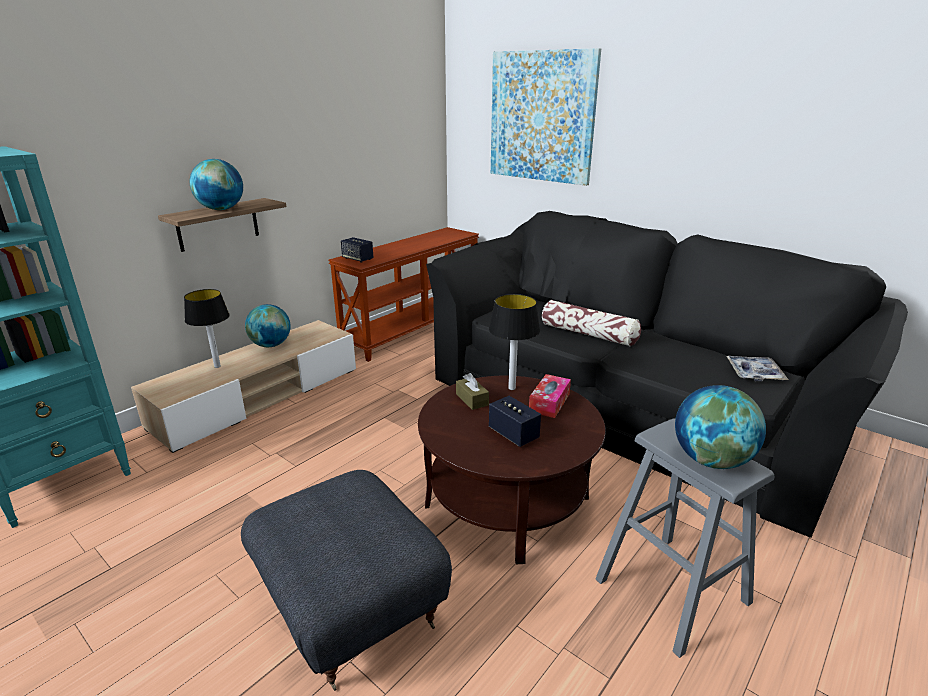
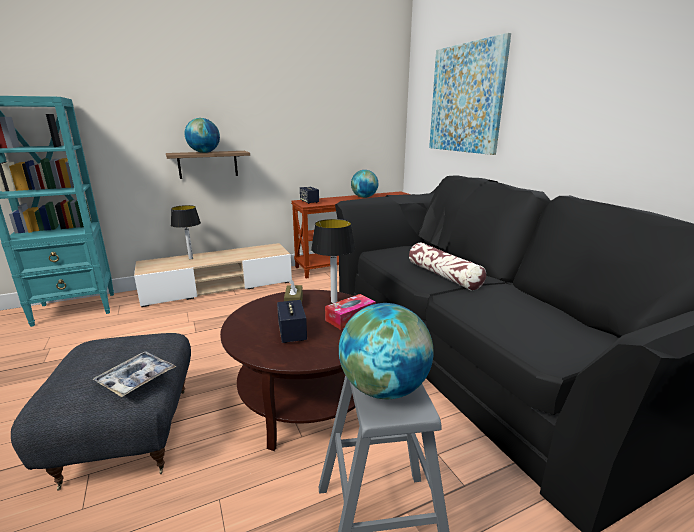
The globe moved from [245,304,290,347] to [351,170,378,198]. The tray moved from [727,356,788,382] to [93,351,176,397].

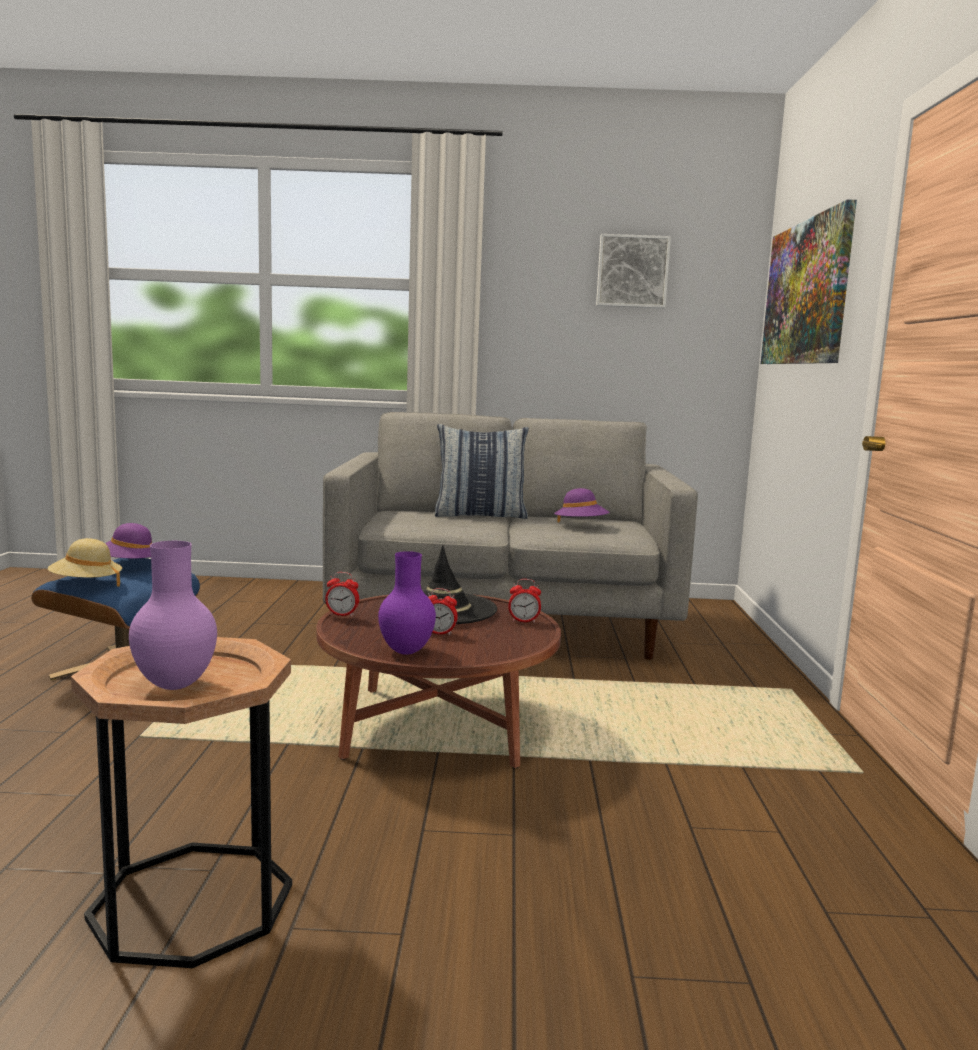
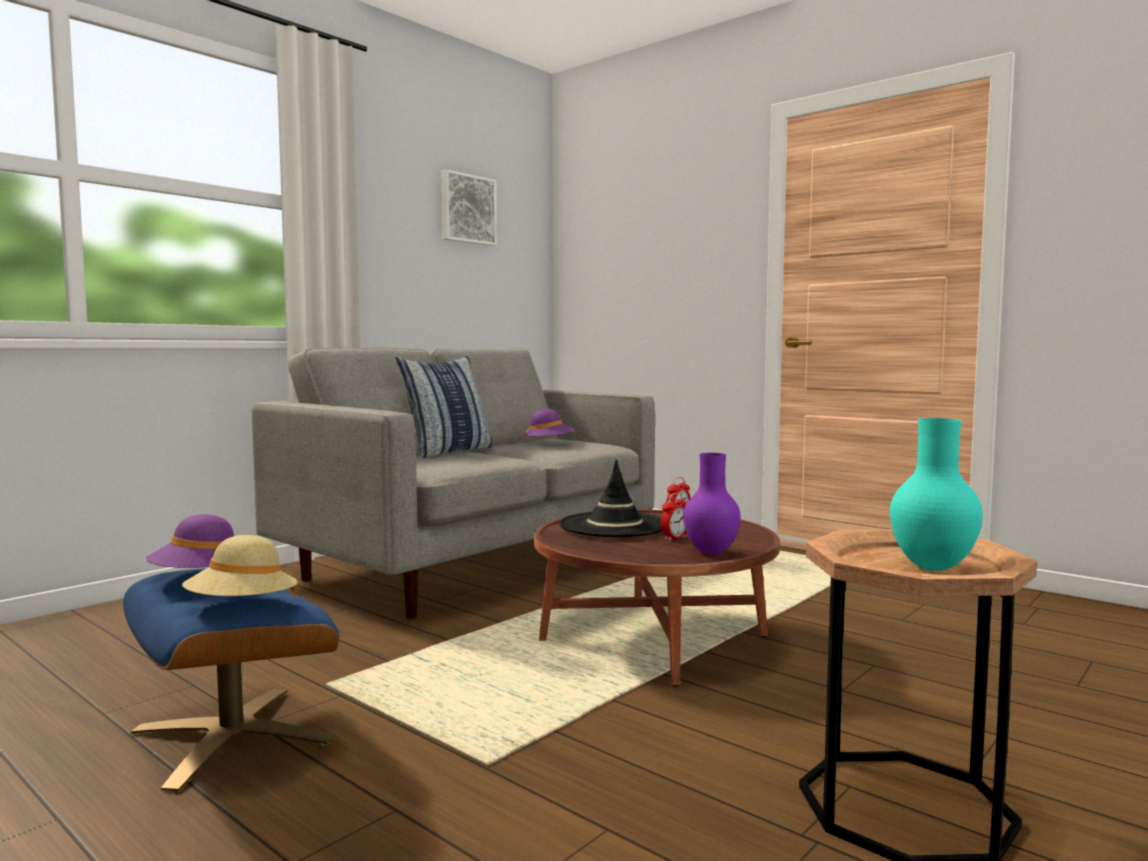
The vase in purple at [129,541,217,690] became the vase in turquoise at [890,418,983,571]. The alarm clock at [325,572,359,617] disappeared. The picture at [761,199,857,364] disappeared.

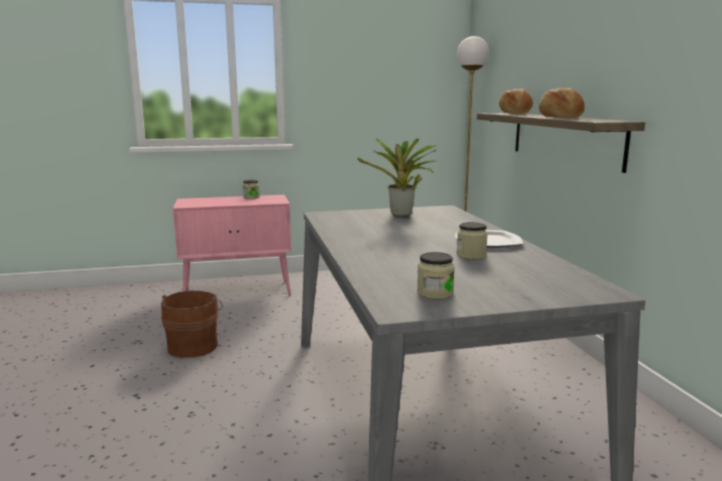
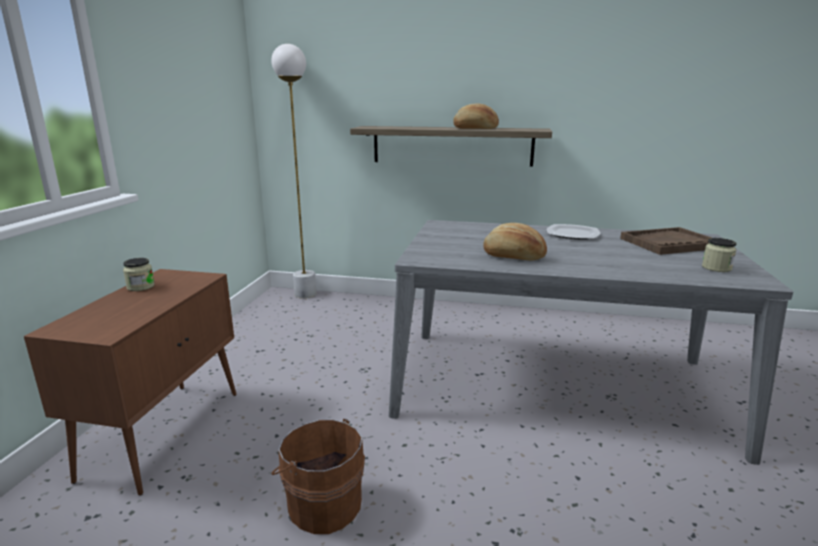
The cabinet in pink at [173,195,291,296] became the cabinet in brown at [24,269,237,496]. The potted plant at [358,138,436,217] disappeared. The jar at [457,222,488,259] disappeared. The bread moved from [499,89,533,114] to [483,223,547,261]. The tray in brown at [620,227,712,255] appeared.

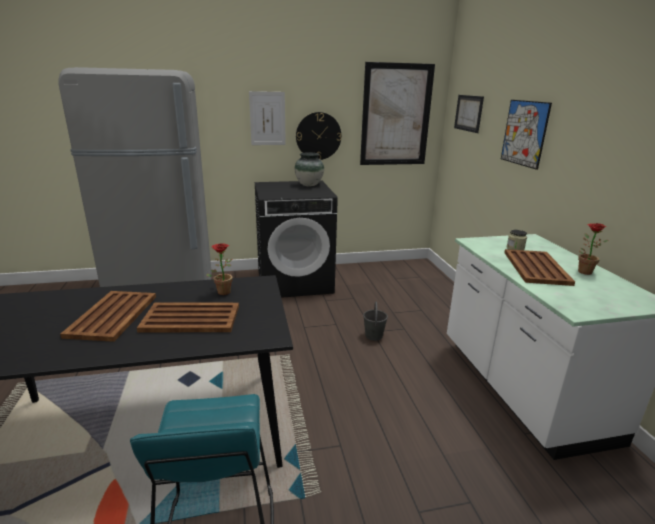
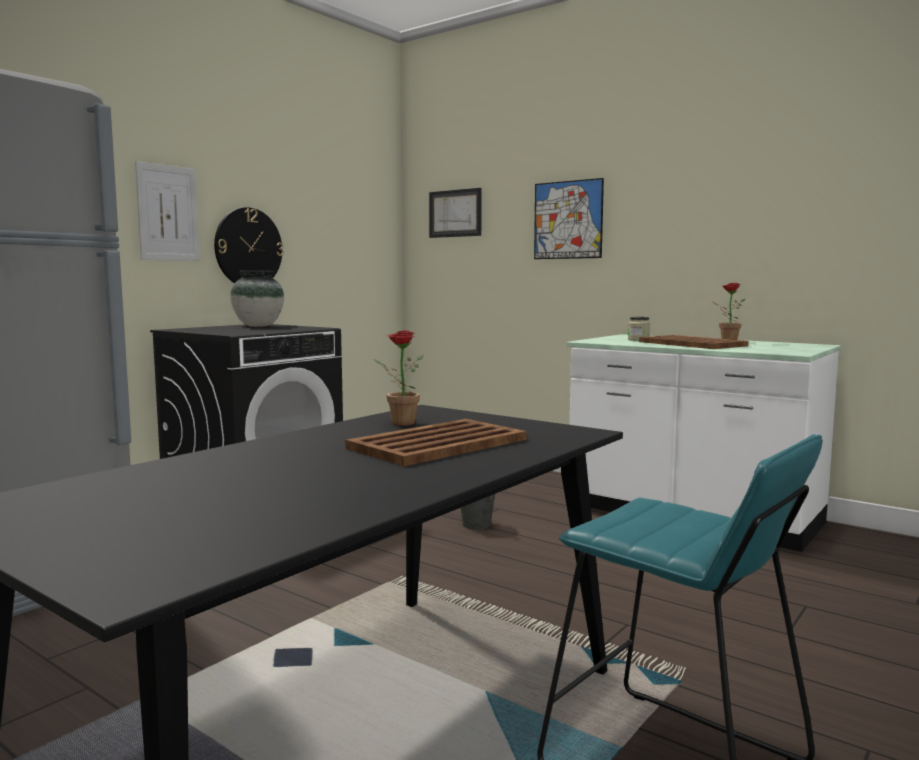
The tray in brown at [60,291,156,342] disappeared. The picture at [360,62,435,165] disappeared.

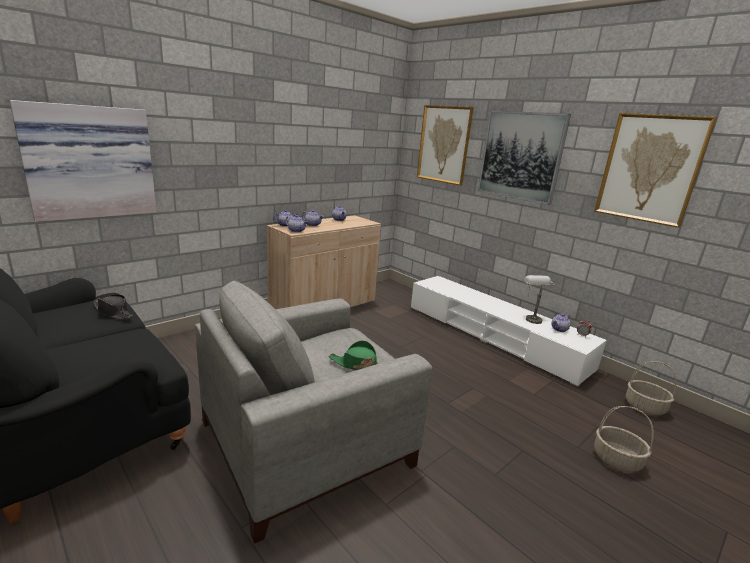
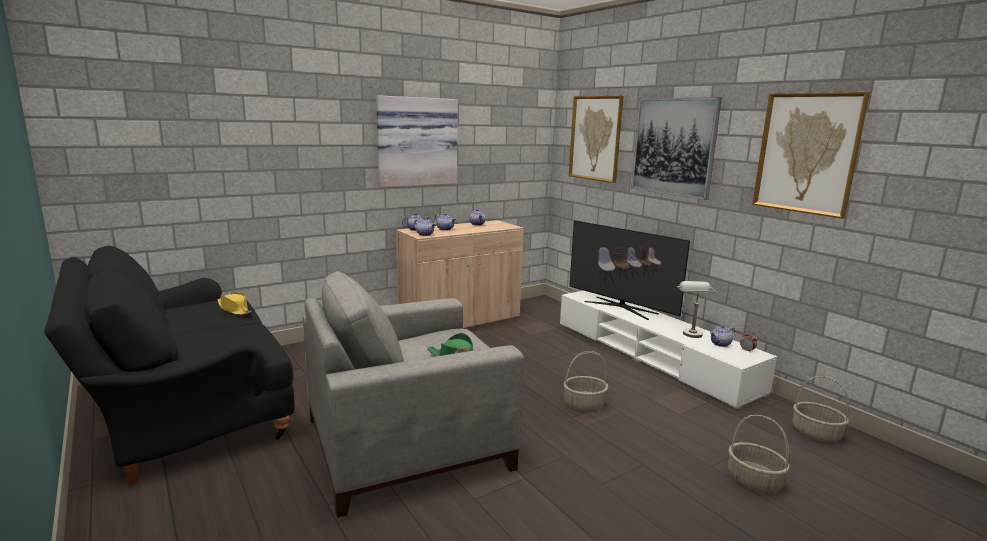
The picture moved from [10,100,157,222] to [376,95,458,187]. The hat in black at [93,294,133,319] became the hat in yellow at [217,292,251,315]. The basket at [564,351,608,411] appeared. The television at [569,220,690,320] appeared.

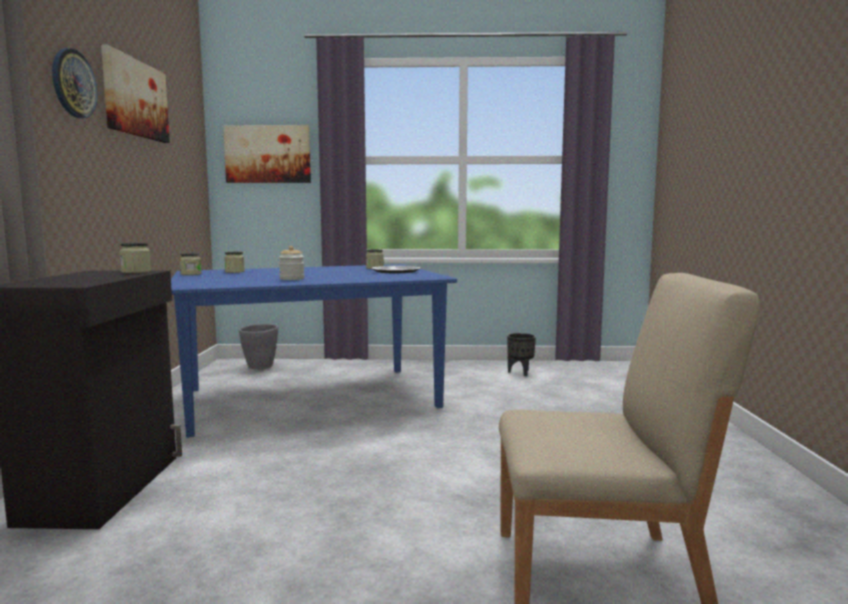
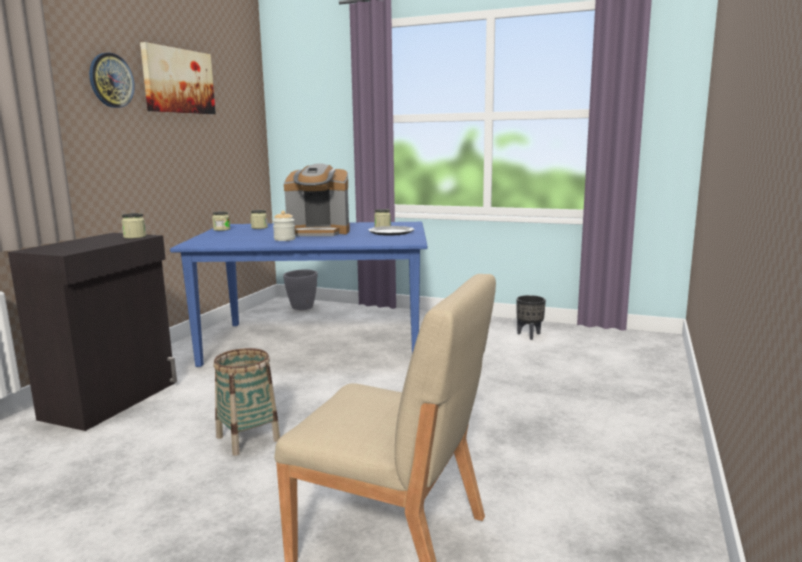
The picture at [223,125,311,183] disappeared. The basket at [213,348,280,456] appeared. The coffee machine at [284,164,350,236] appeared.

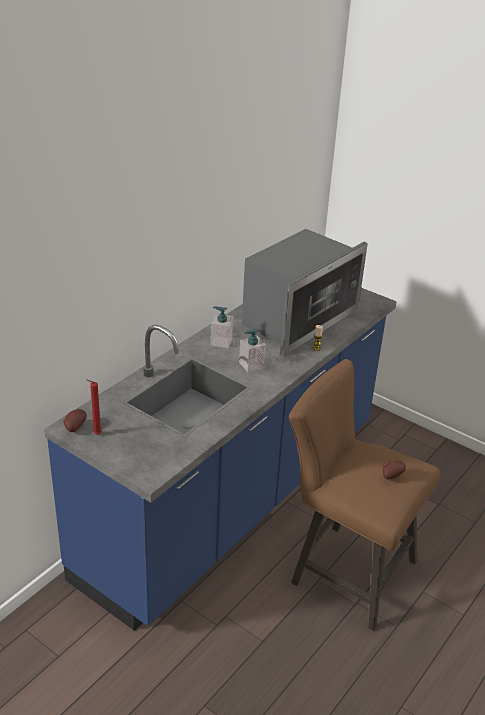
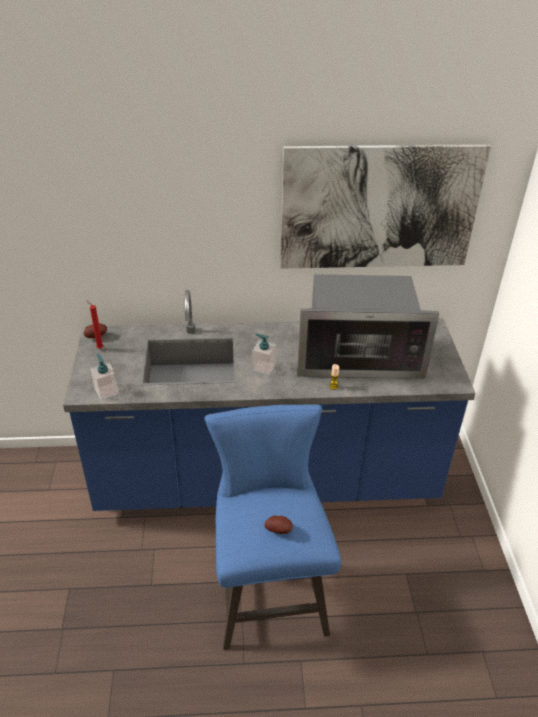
The soap dispenser moved from [211,306,233,348] to [90,354,119,400]. The stool in brown at [289,359,440,631] became the stool in blue at [204,404,341,650]. The picture at [280,144,491,269] appeared.

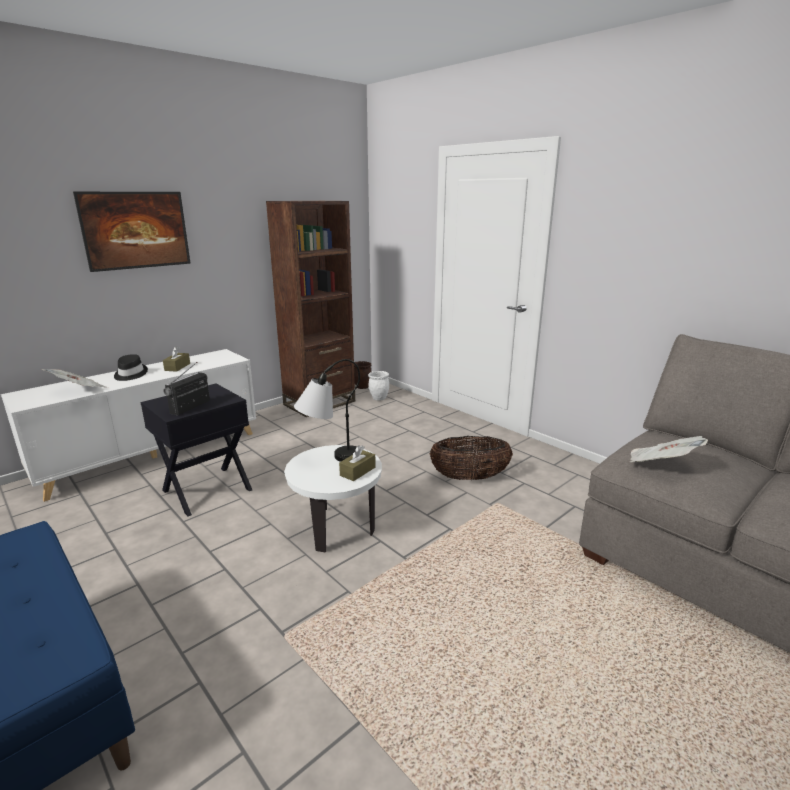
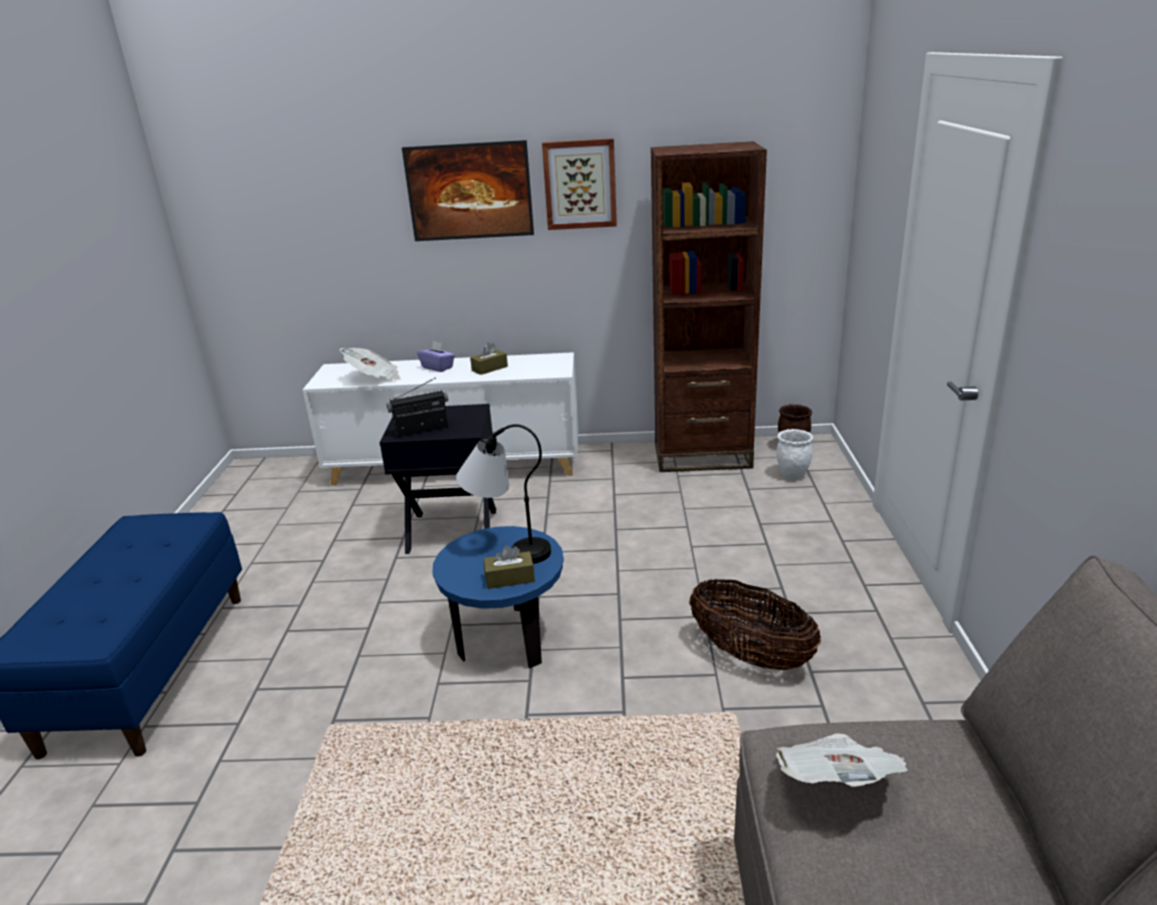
The hat in black at [114,354,148,381] was replaced by the tissue box in purple at [417,341,455,372]. The side table in white at [284,445,382,553] became the side table in blue at [432,526,564,669]. The picture at [542,138,617,230] appeared.

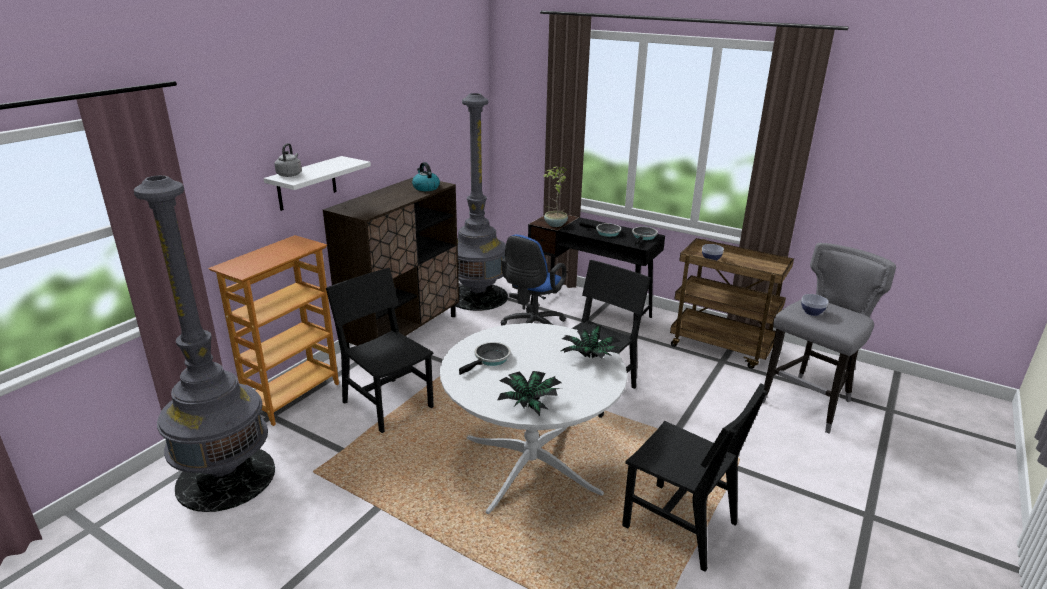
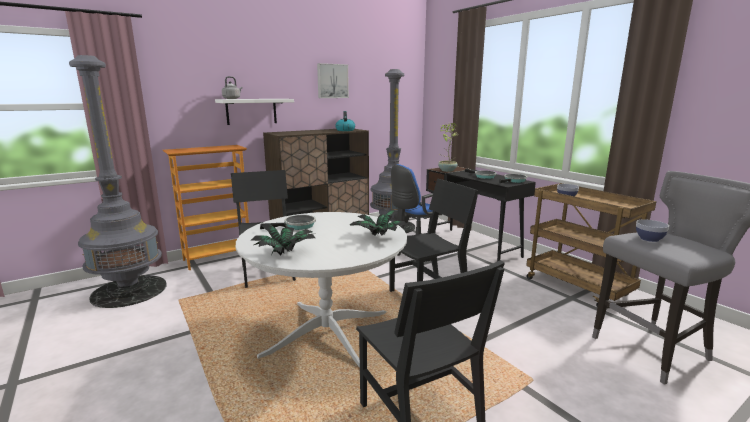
The picture at [317,63,349,98] appeared.

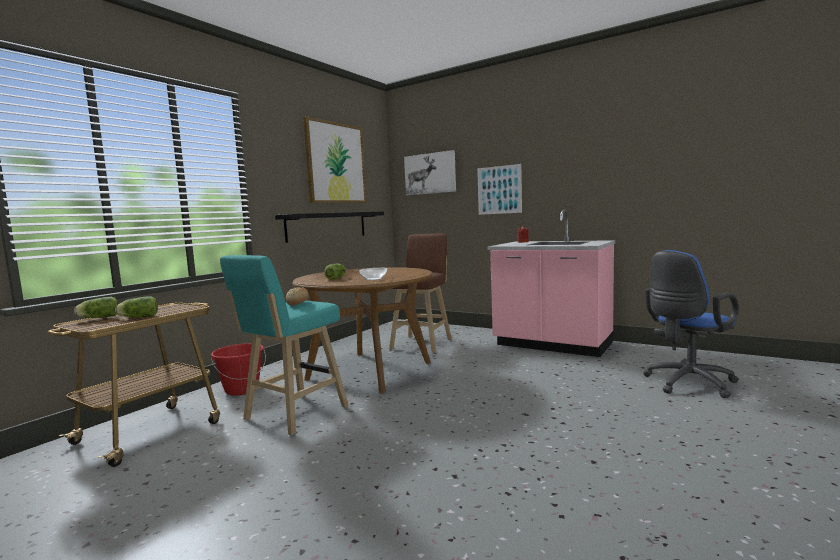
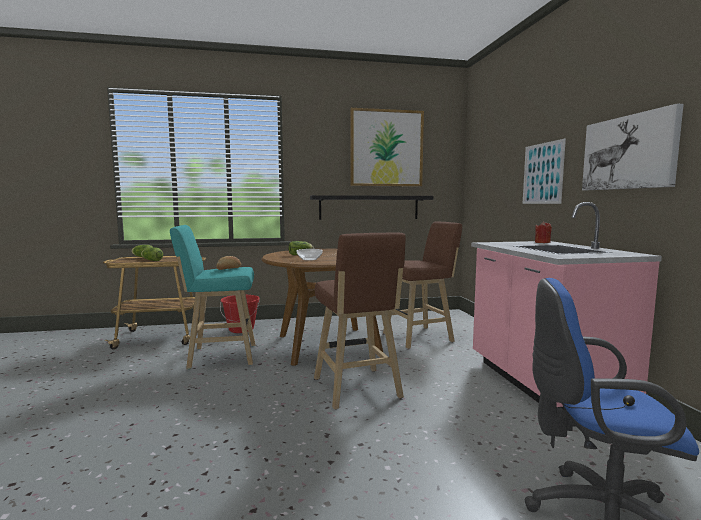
The picture moved from [404,150,456,195] to [582,104,684,190]. The stool in brown at [314,232,406,409] appeared.

